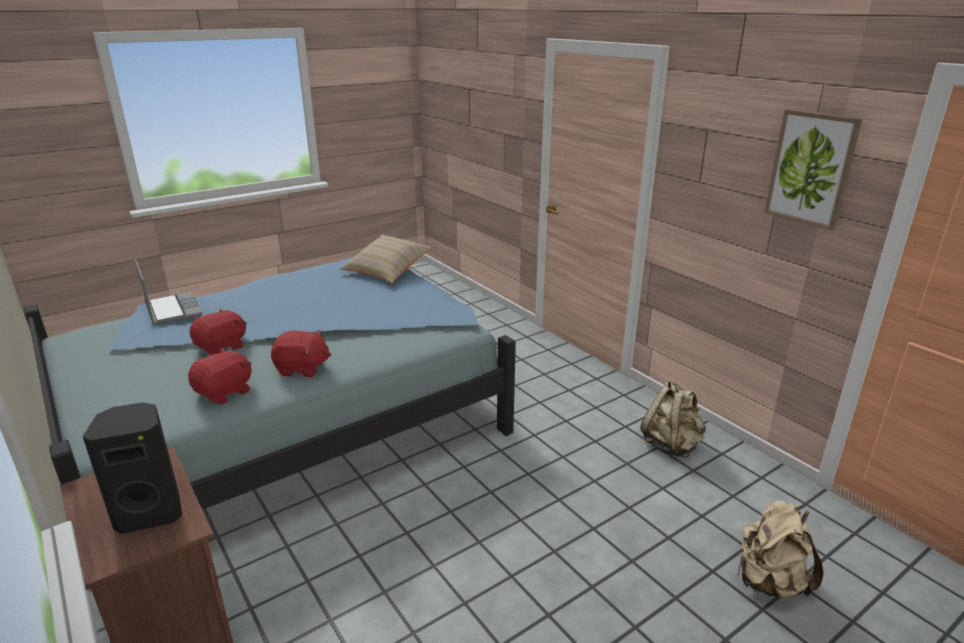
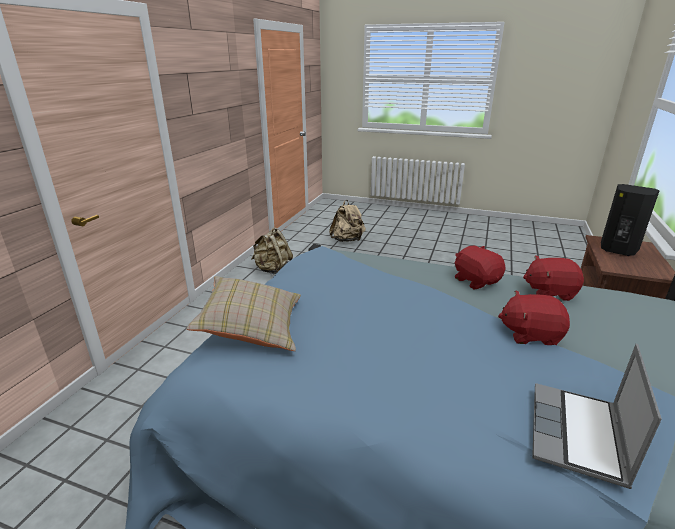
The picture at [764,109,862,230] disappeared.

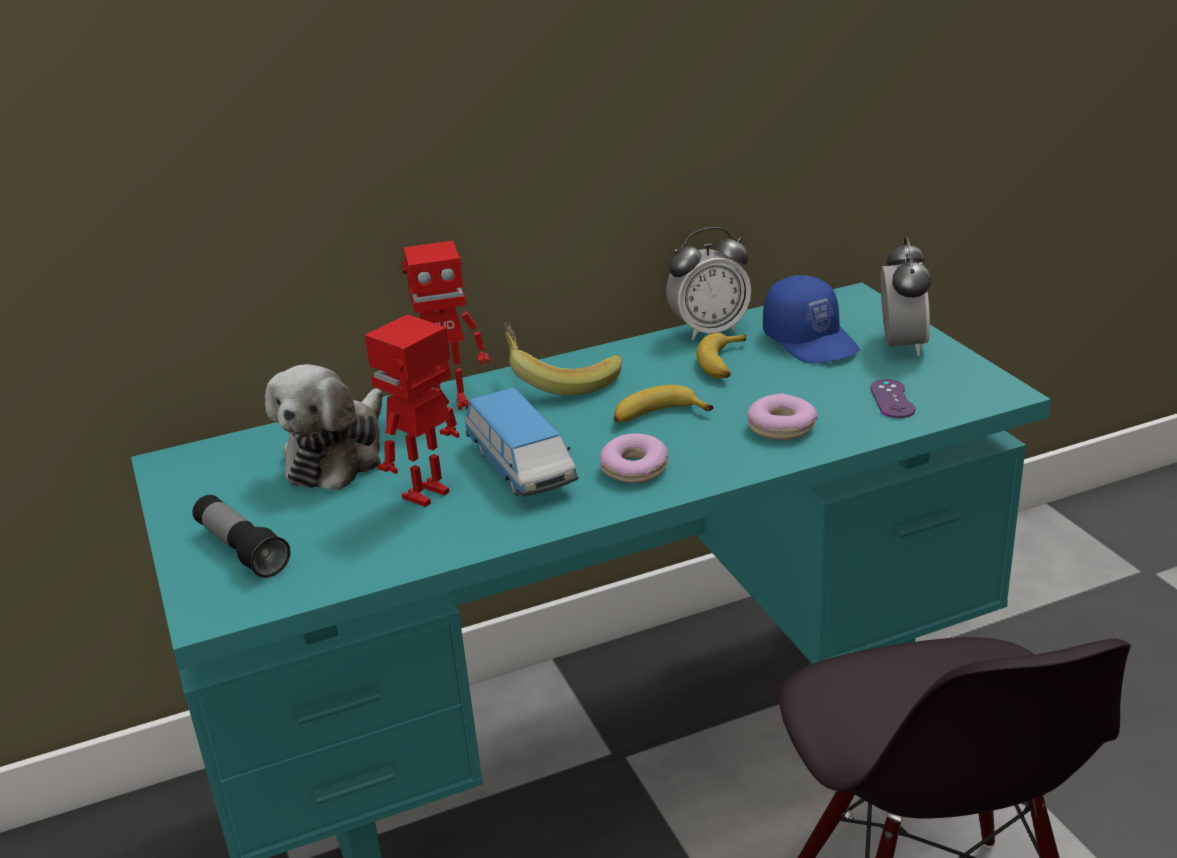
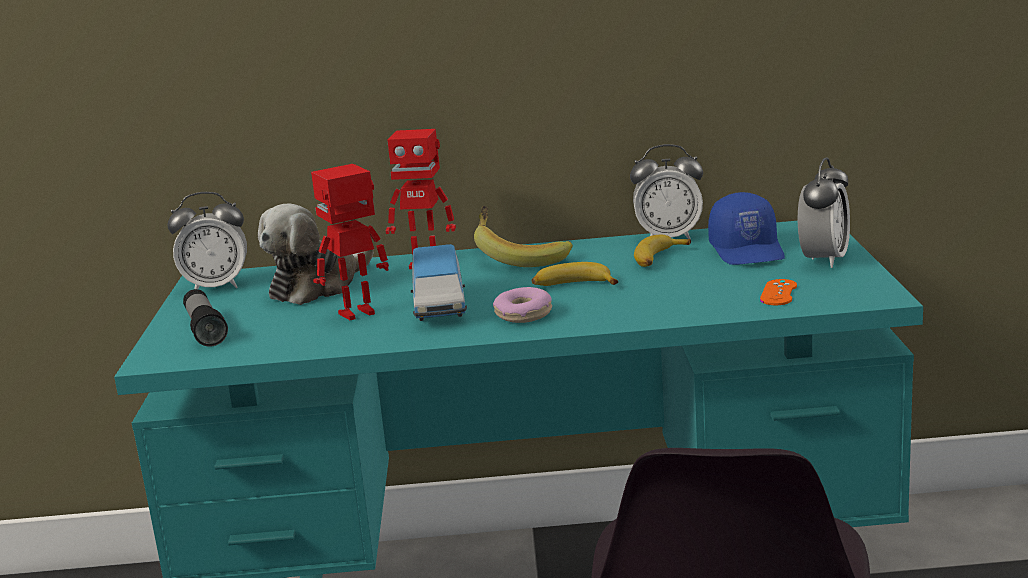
The donut at [747,394,818,440] disappeared. The game controller in purple at [870,379,916,418] became the game controller in orange at [760,279,797,305]. The alarm clock at [167,192,247,289] appeared.

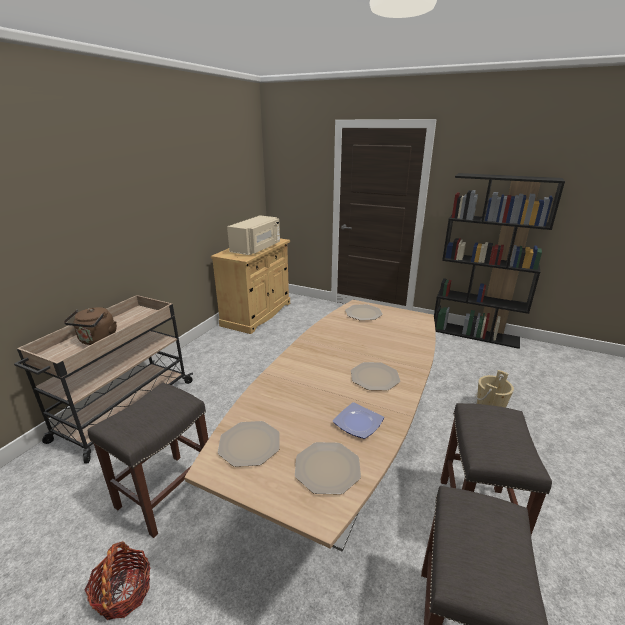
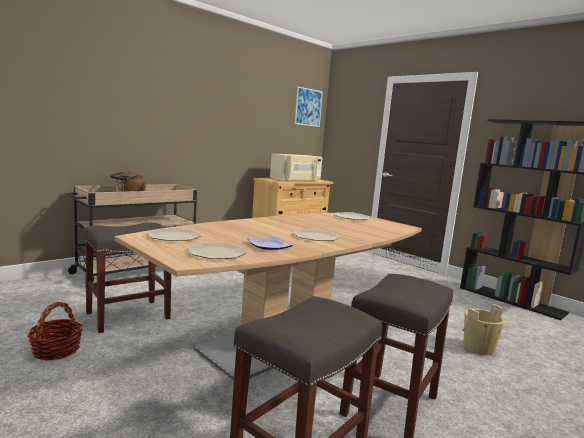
The picture at [294,86,323,127] appeared.

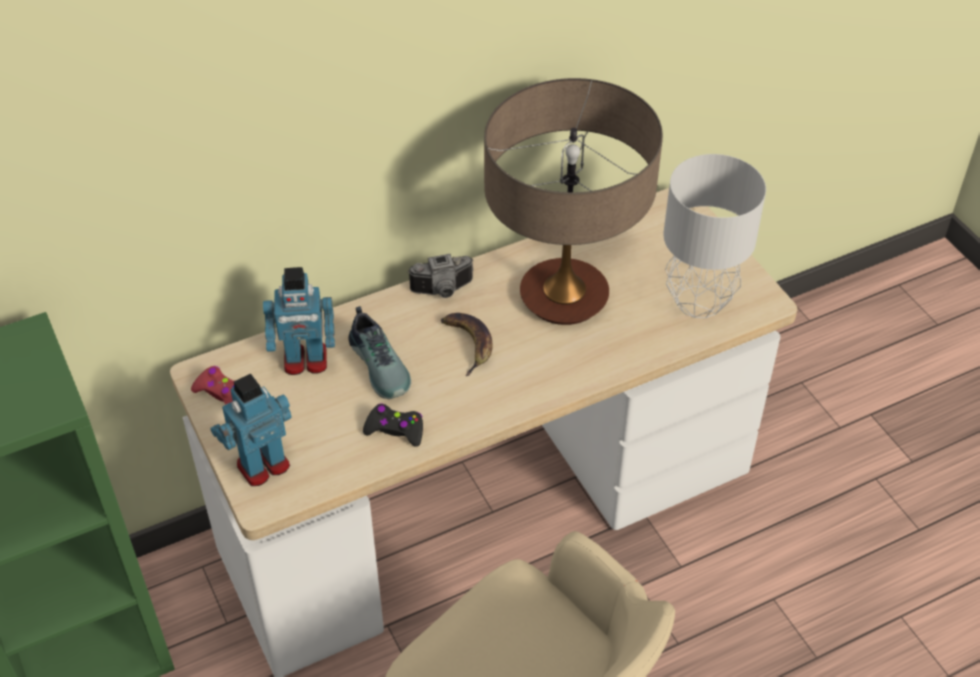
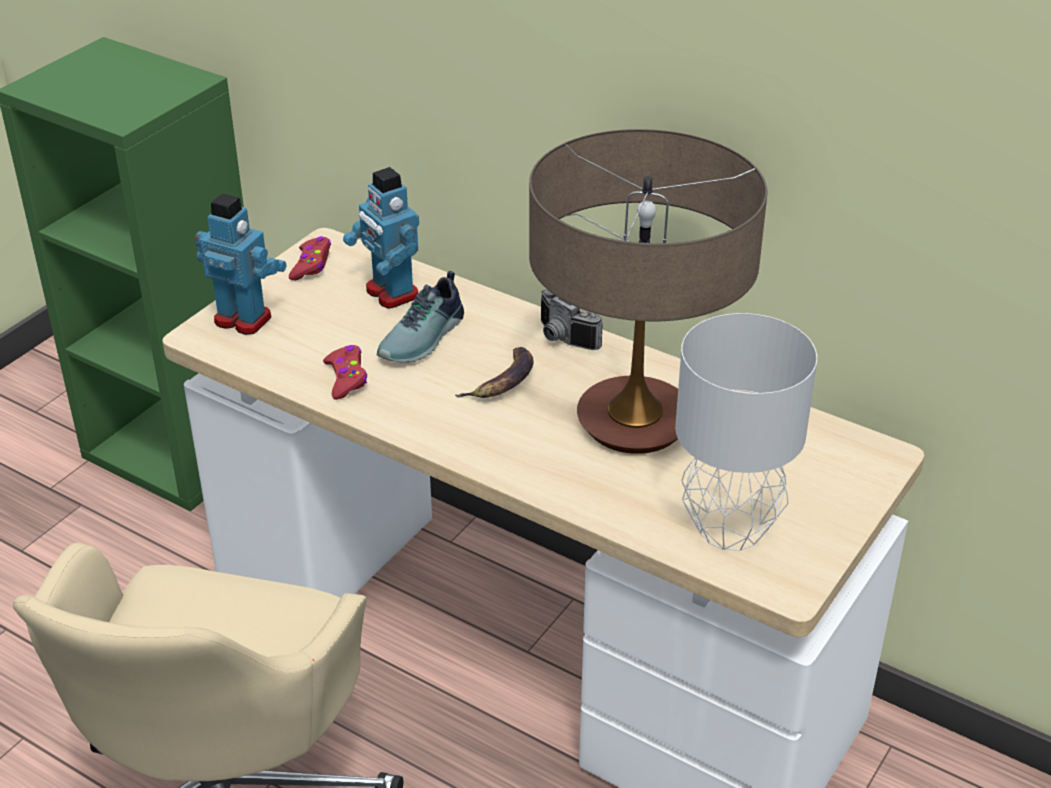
The game controller in black at [363,404,423,447] became the game controller in red at [323,345,367,400].

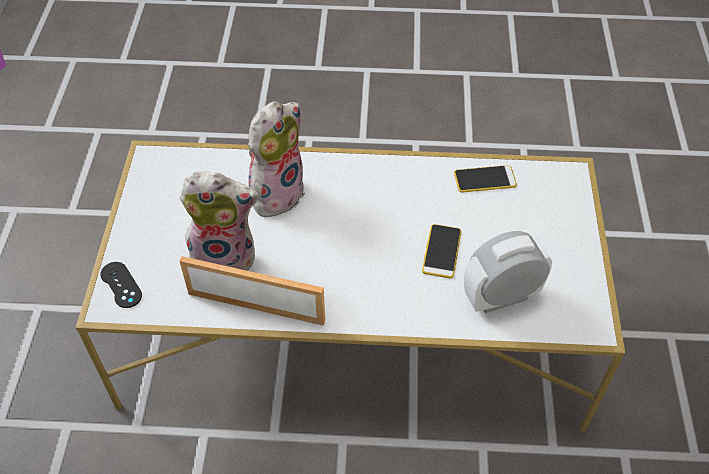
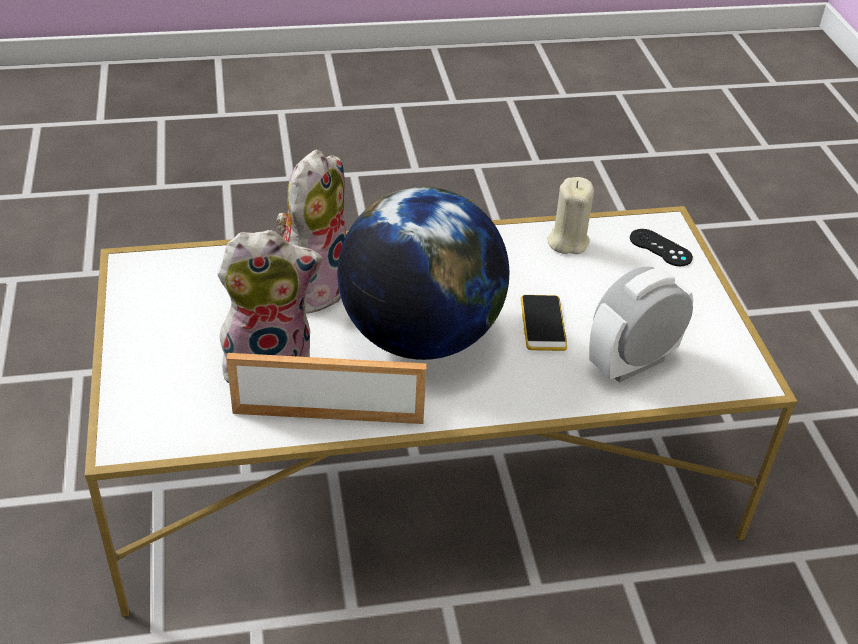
The game controller in black moved from [100,262,142,308] to [630,229,693,266]. The phone at [454,165,517,193] was replaced by the candle in beige at [547,177,594,254]. The globe at [337,187,510,360] appeared.

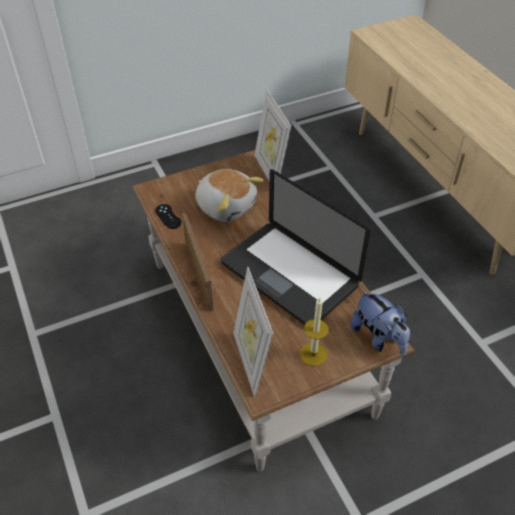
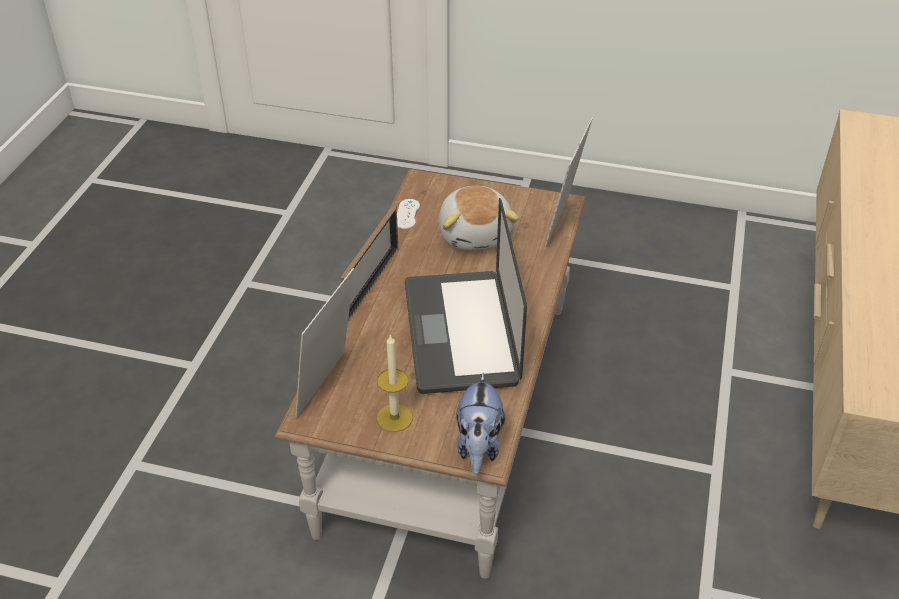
The game controller in black at [155,204,182,229] became the game controller in white at [397,199,420,229].

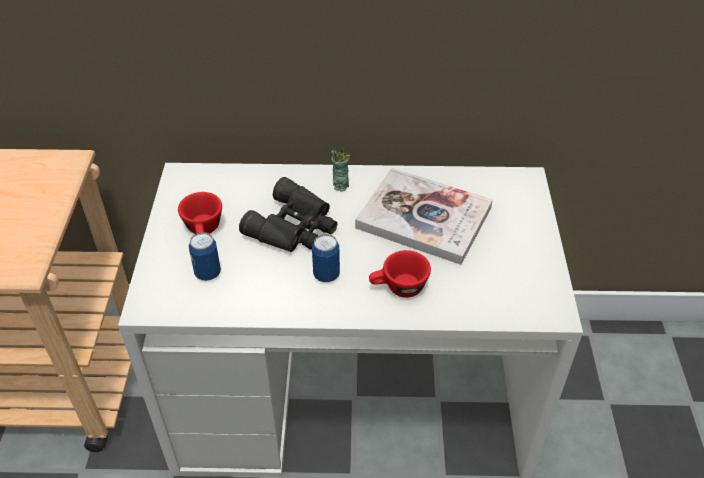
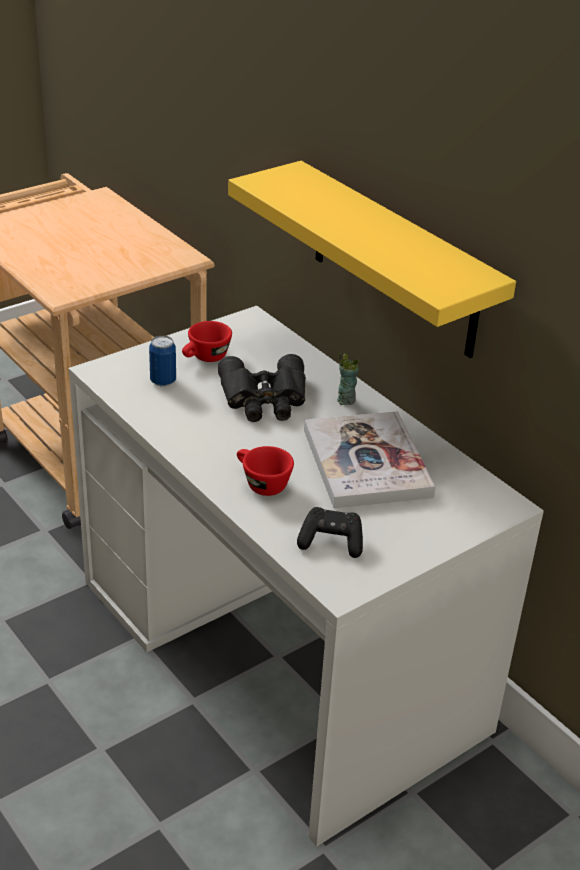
The can at [312,234,340,282] disappeared. The shelf in yellow at [228,161,516,358] appeared. The game controller in black at [297,507,363,558] appeared.

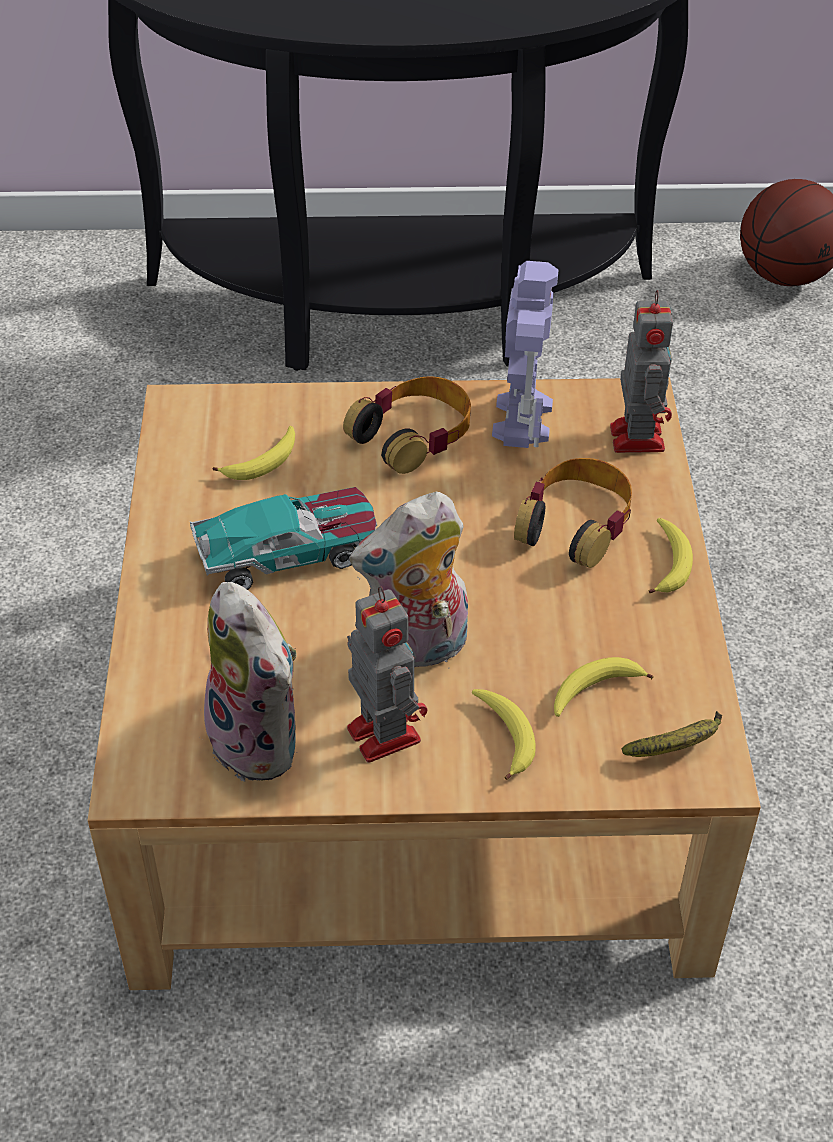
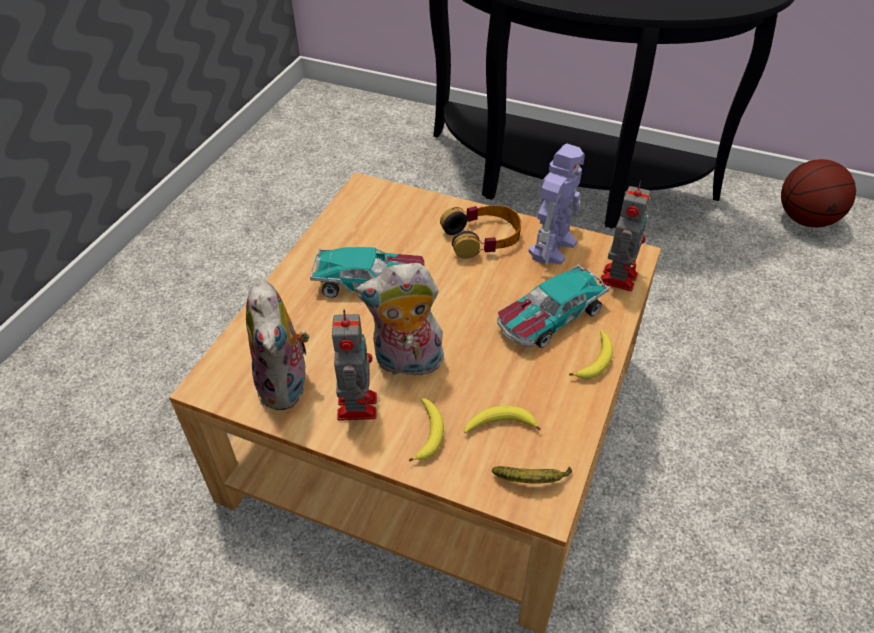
The banana at [213,426,295,480] disappeared. The headphones at [514,458,632,568] was replaced by the toy car at [497,264,610,348].

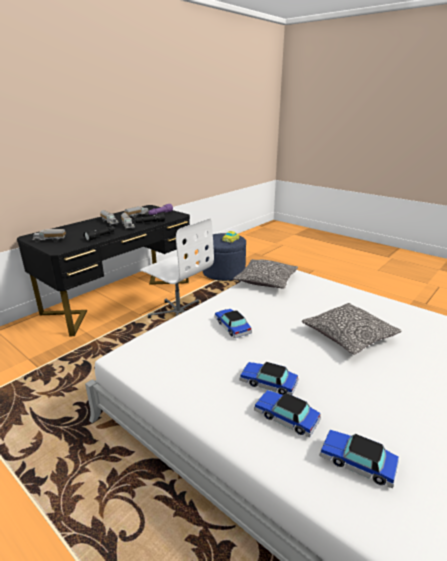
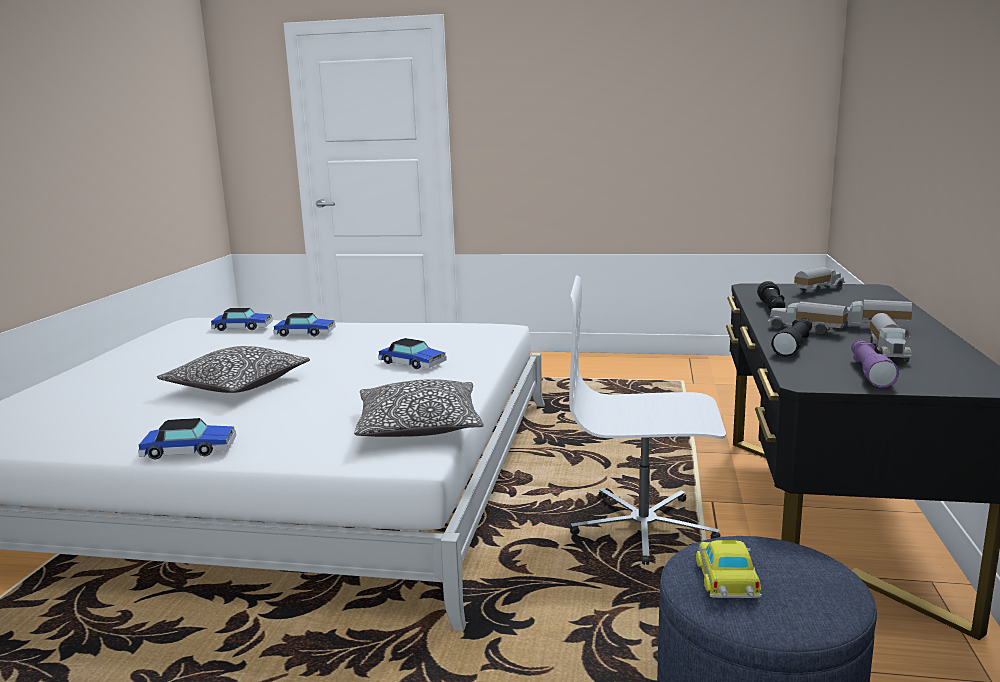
The toy car moved from [240,362,299,395] to [138,418,236,459].

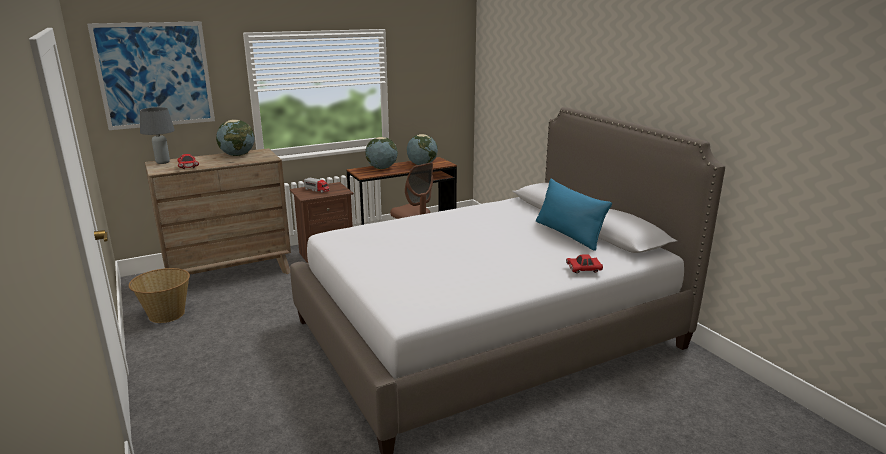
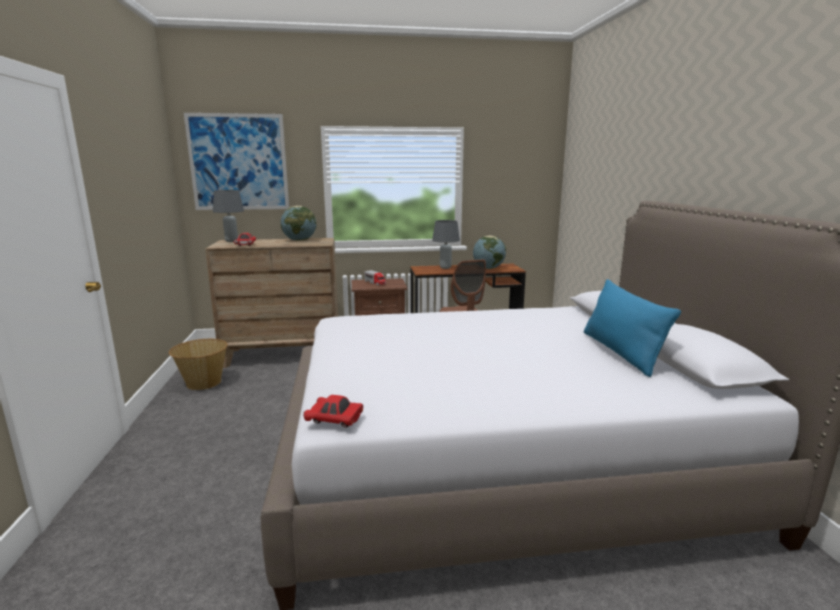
The globe at [365,137,398,169] was replaced by the table lamp in grey at [432,220,460,269]. The toy car in red moved from [566,254,603,273] to [303,395,363,427].

